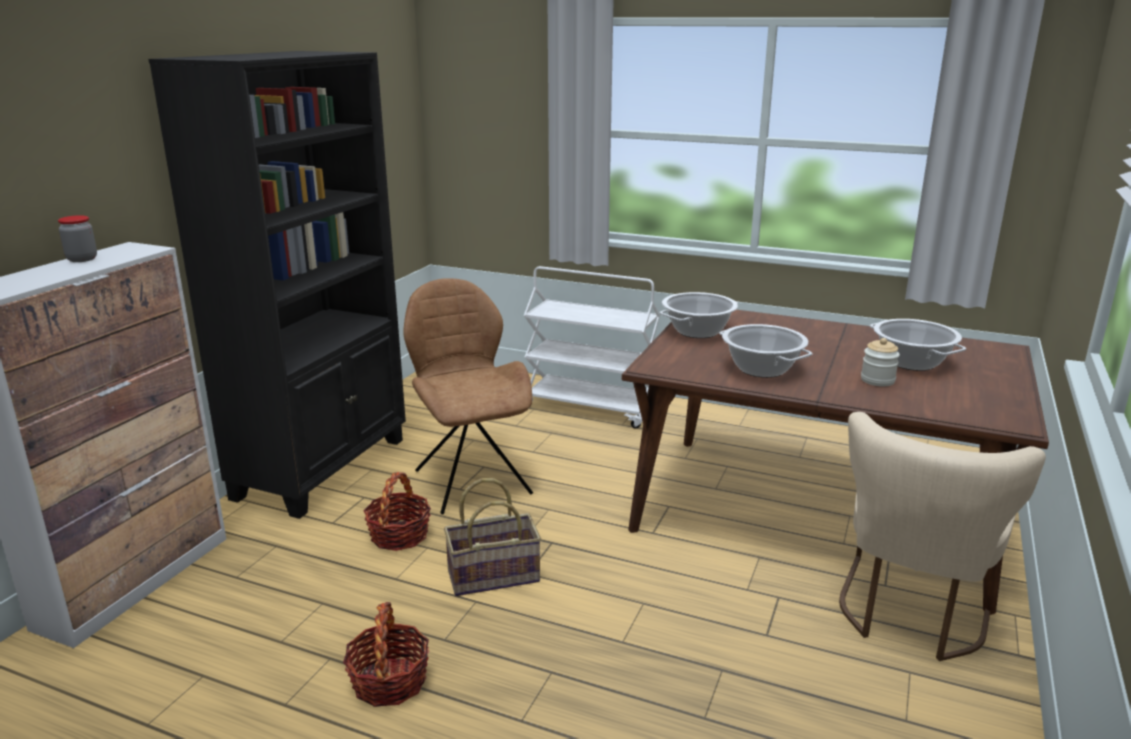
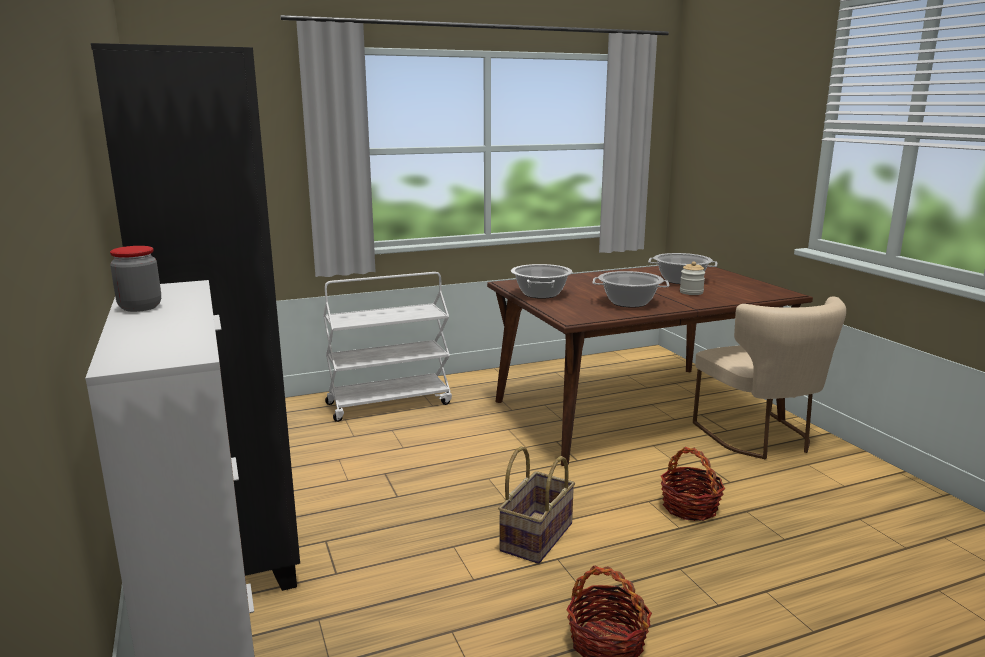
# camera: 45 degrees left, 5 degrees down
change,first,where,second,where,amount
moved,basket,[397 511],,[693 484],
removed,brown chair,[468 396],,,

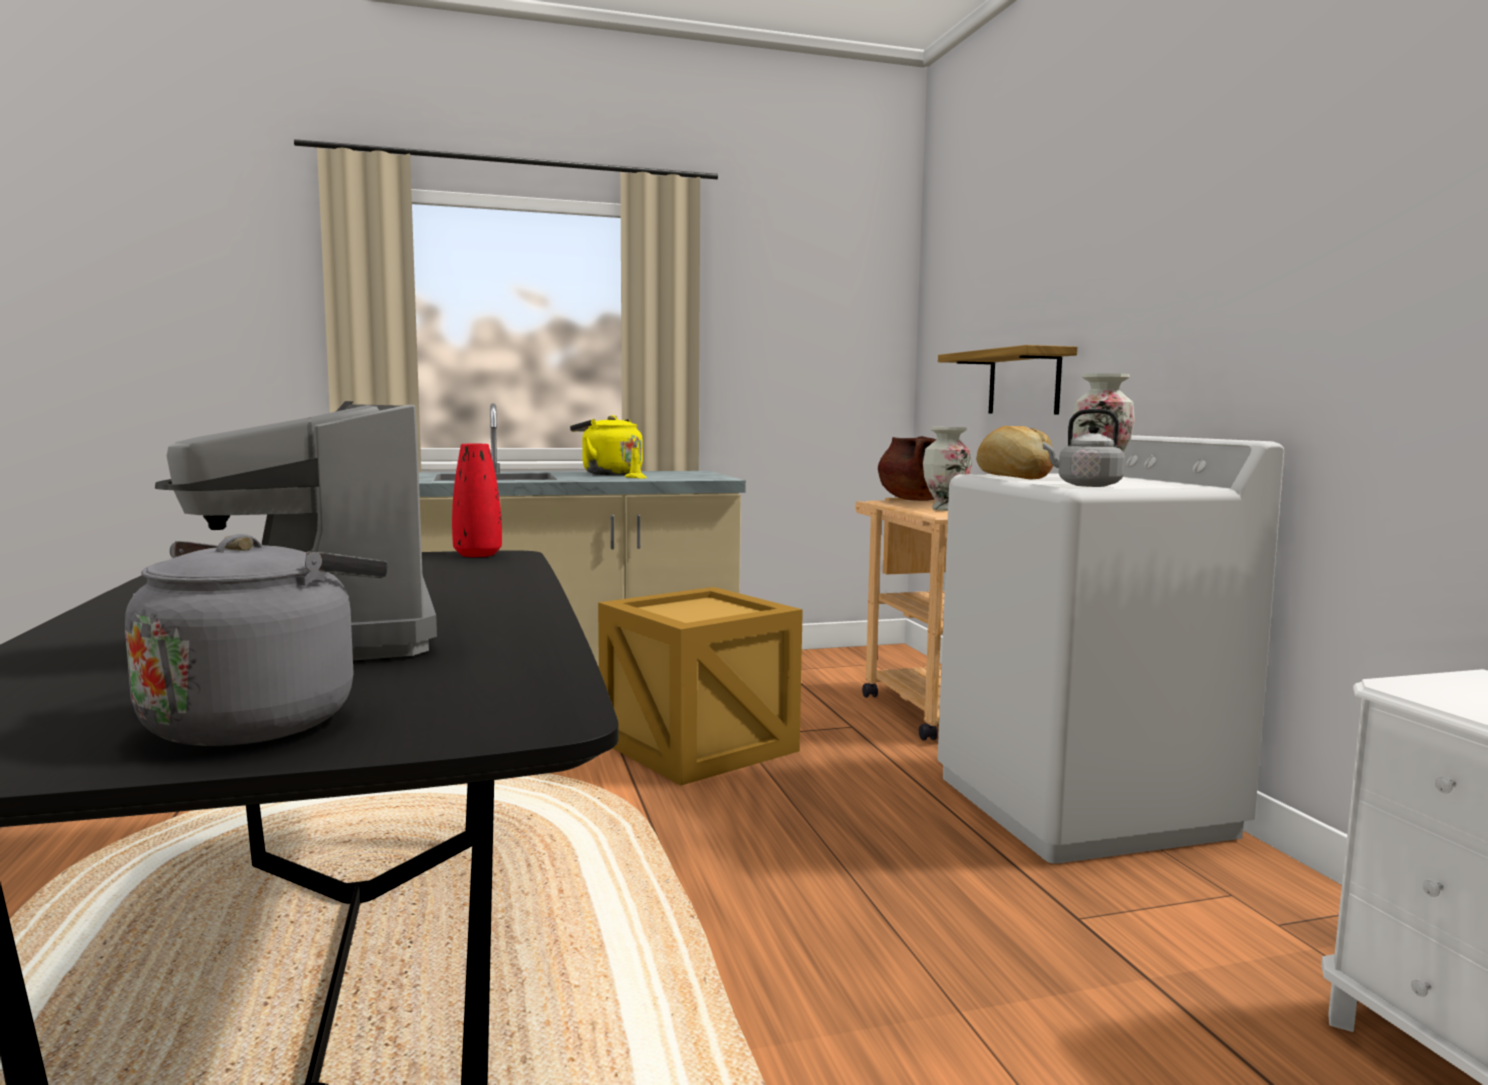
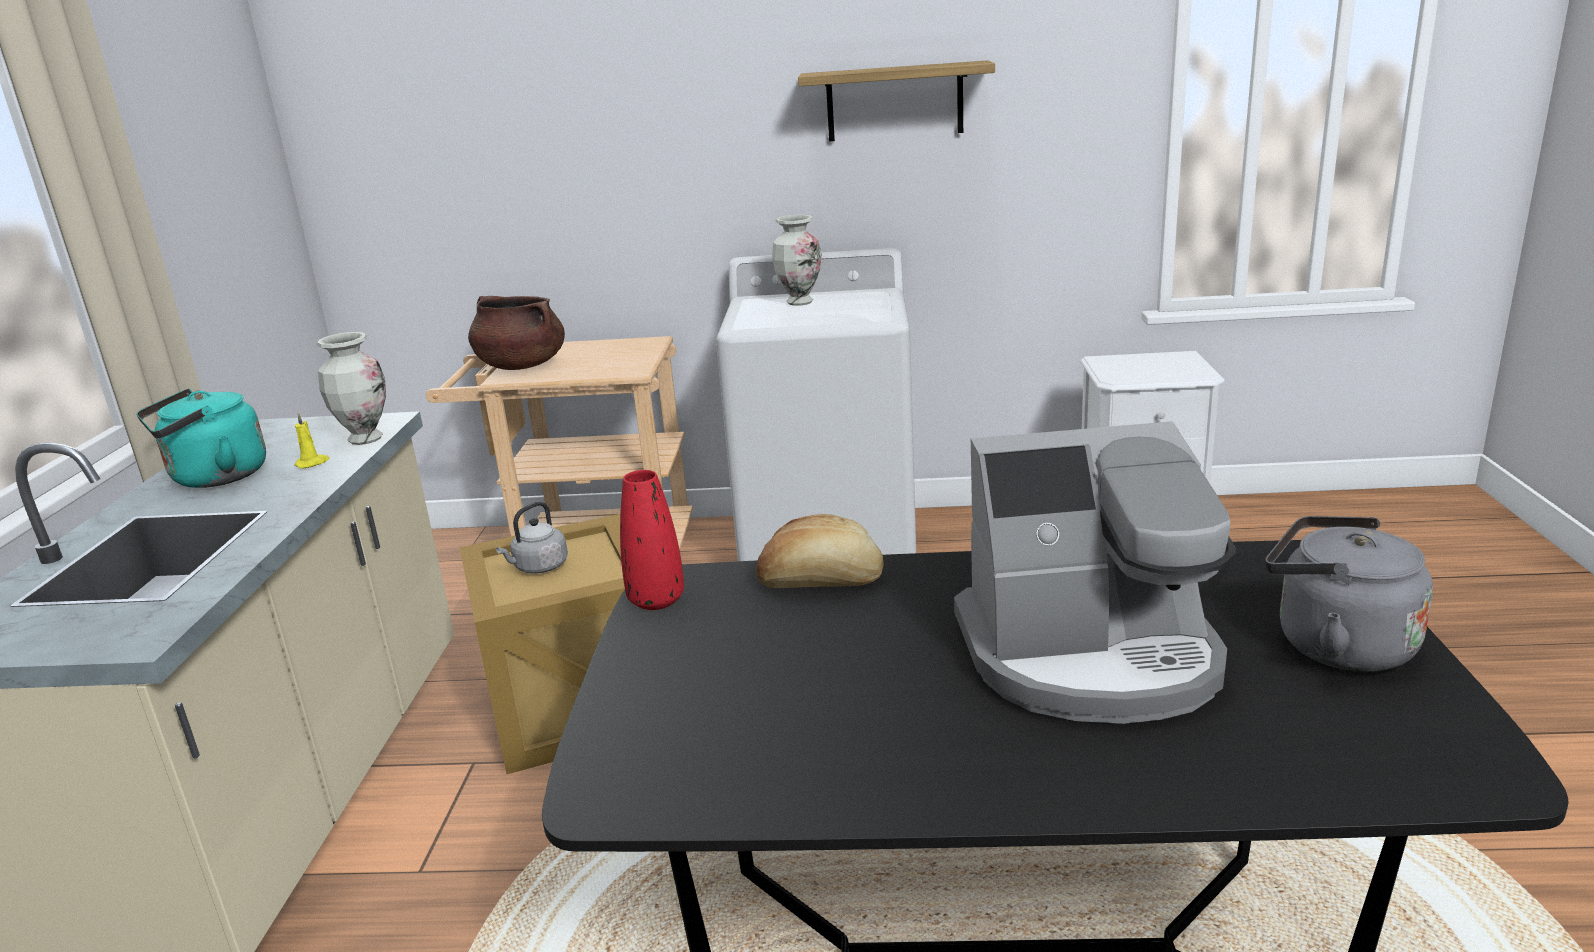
# camera: 70 degrees left, 15 degrees up
change,first,where,second,where,amount
recoloured,yellow kettle,[606 445],turquoise kettle,[201 438],
moved,vase,[947 469],,[351 388],
moved,grey kettle,[1084 448],,[532 537],
moved,bread,[1014 453],,[820 551],
moved,shelf,[1007 379],,[896 101],

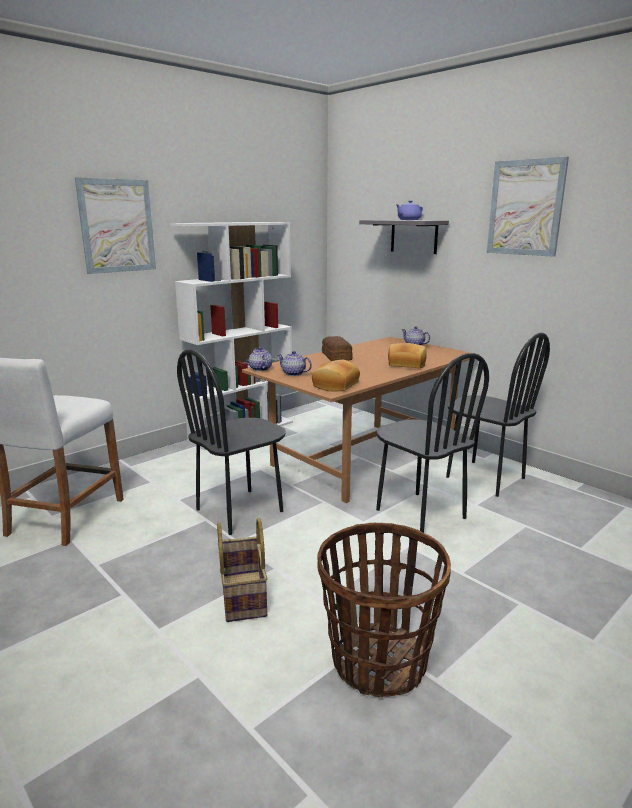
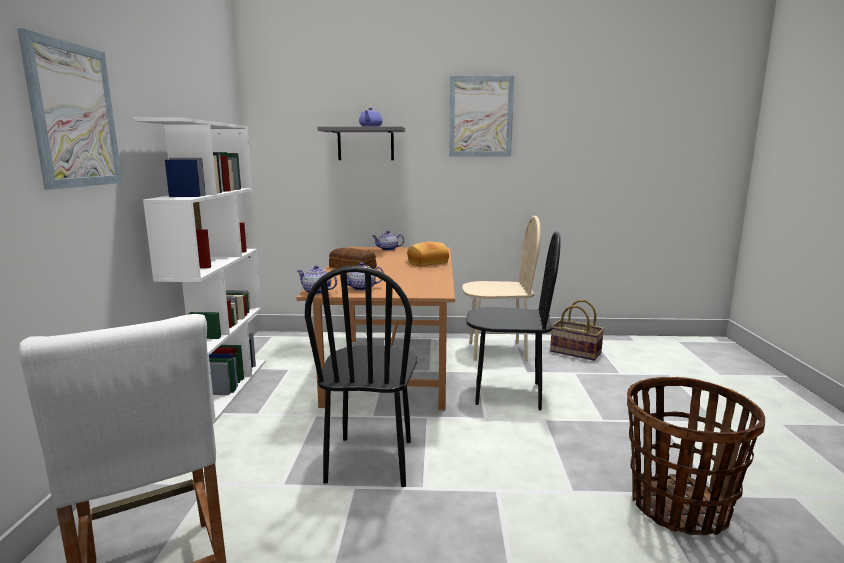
# camera: 45 degrees left, 5 degrees down
change,first,where,second,where,amount
recoloured,black chair,[498 415],beige chair,[501 288],
moved,basket,[242 570],,[577 330],
removed,bread,[336 375],,,

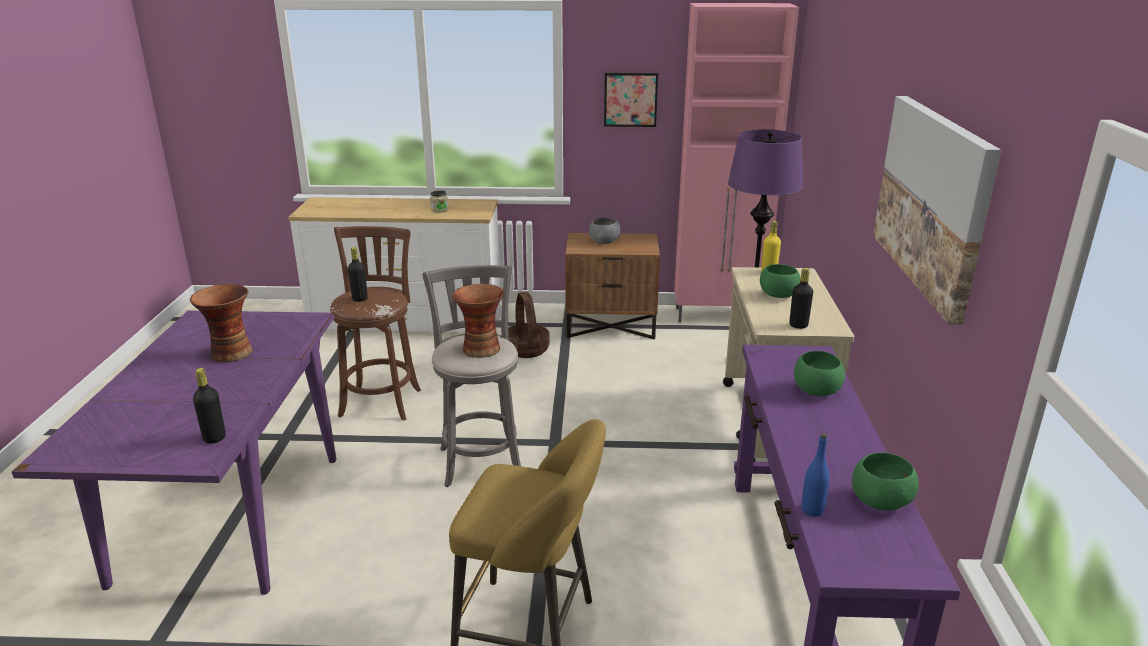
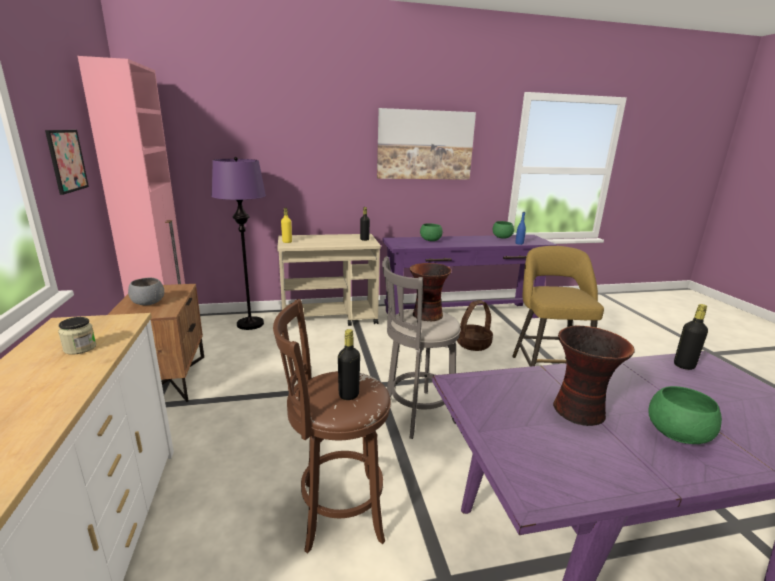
# camera: 105 degrees left, 5 degrees down
change,first,where,second,where,amount
moved,basket,[529 325],,[475 325],
moved,green bowl,[780 281],,[685 415],

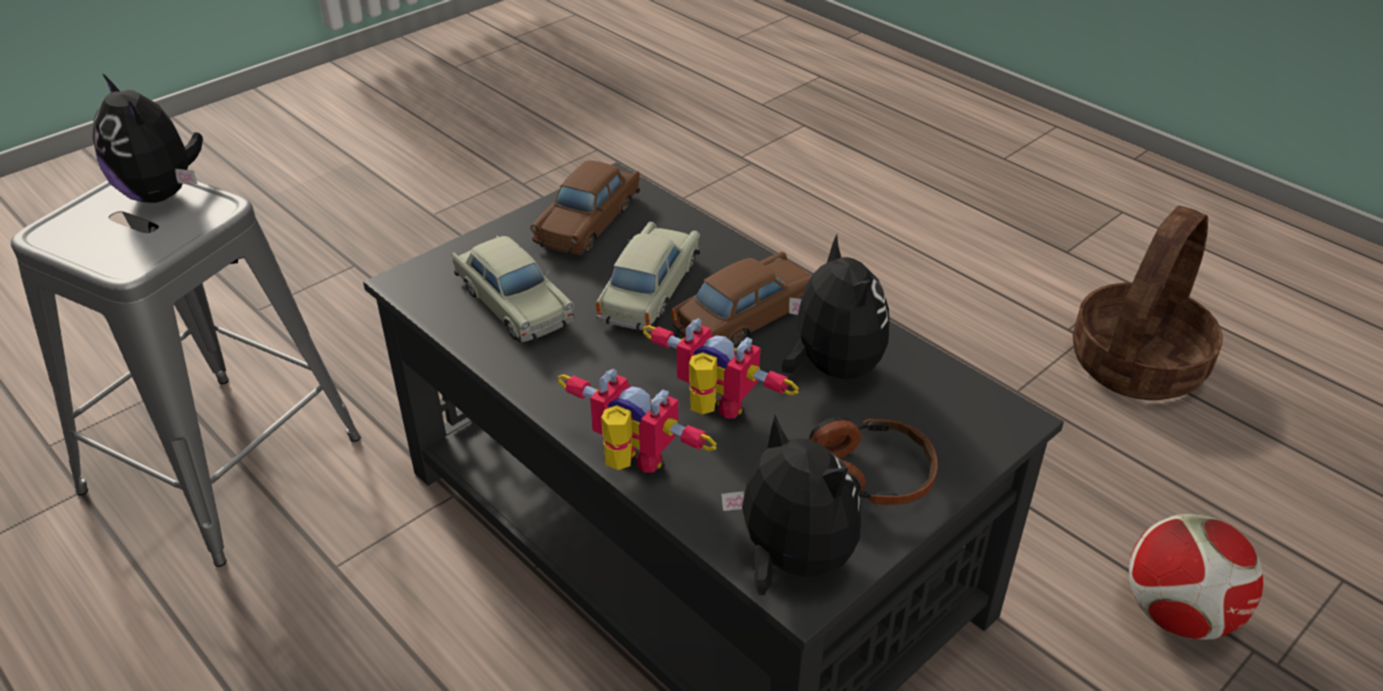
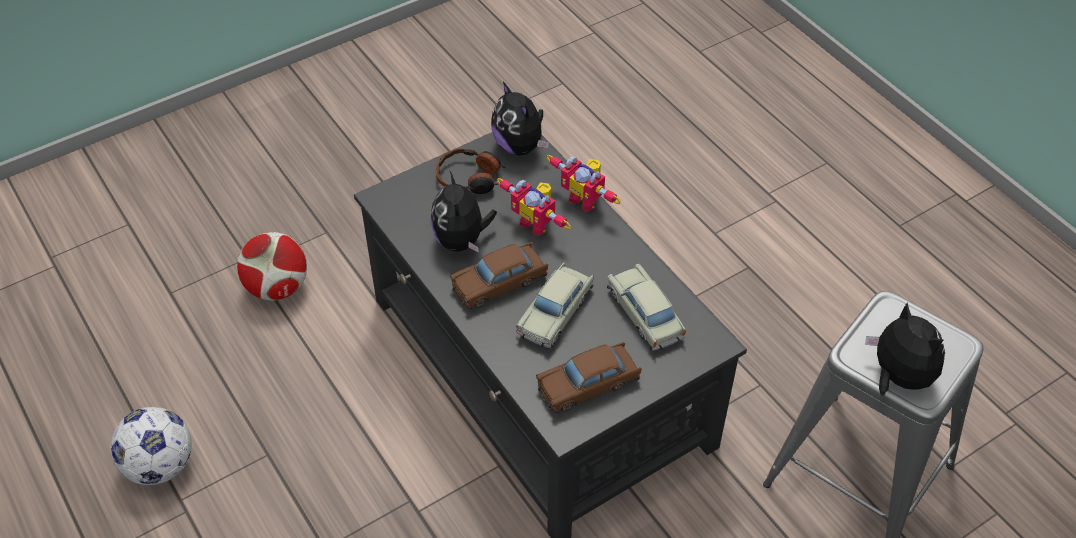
# camera: 170 degrees left, 10 degrees up
change,first,where,second,where,amount
replaced,basket,[1148 302],football,[151 446],
turned,brown toy car,[585 207],,[589 377],150 degrees counterclockwise

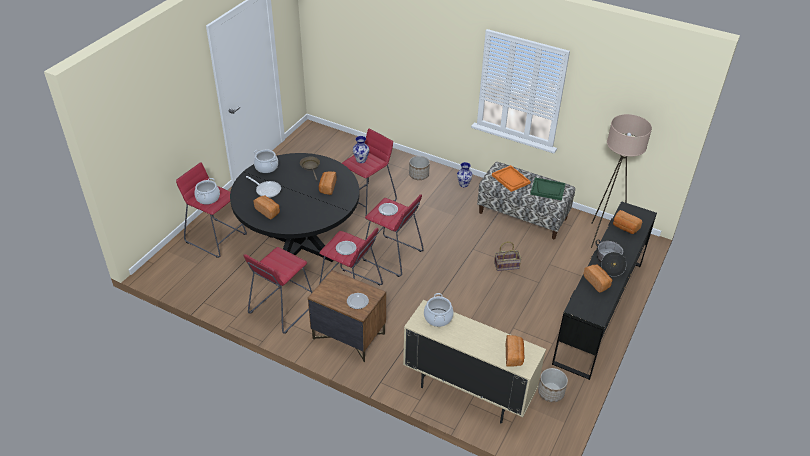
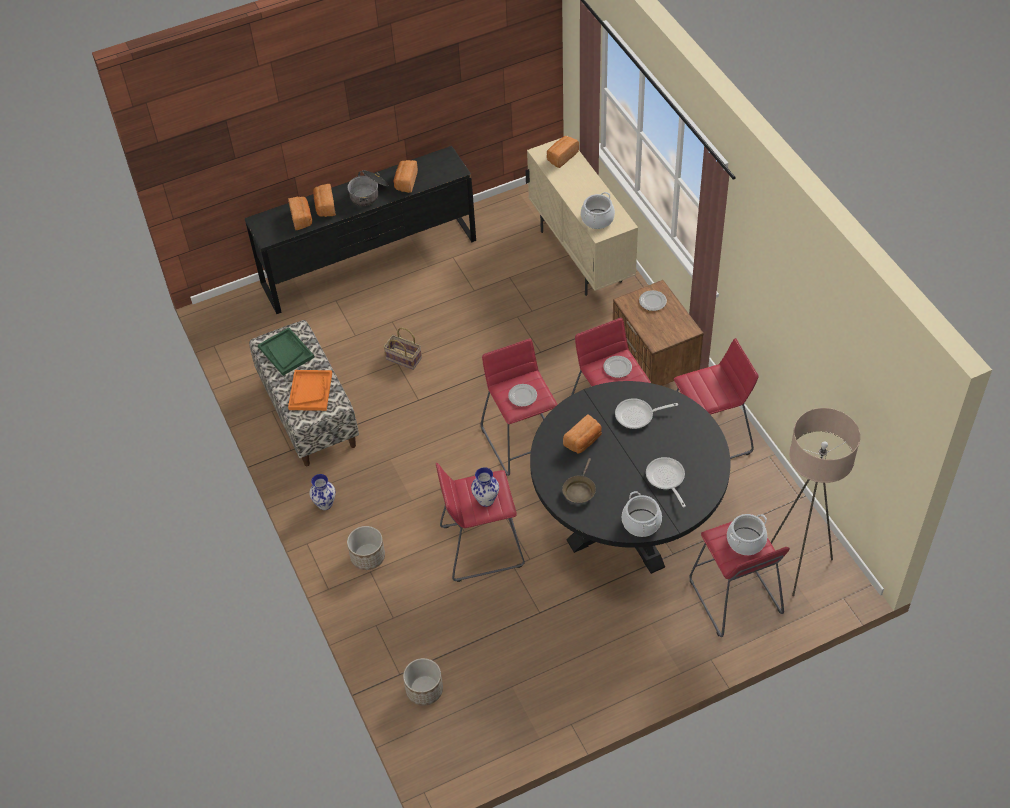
# camera: 140 degrees left, 10 degrees up
change,first,where,second,where,amount
moved,bread,[267 207],,[324 200],
moved,planter,[553 385],,[423 682],
added,,,frying pan,[646 413],
moved,beige floor lamp,[621 181],,[815 502],

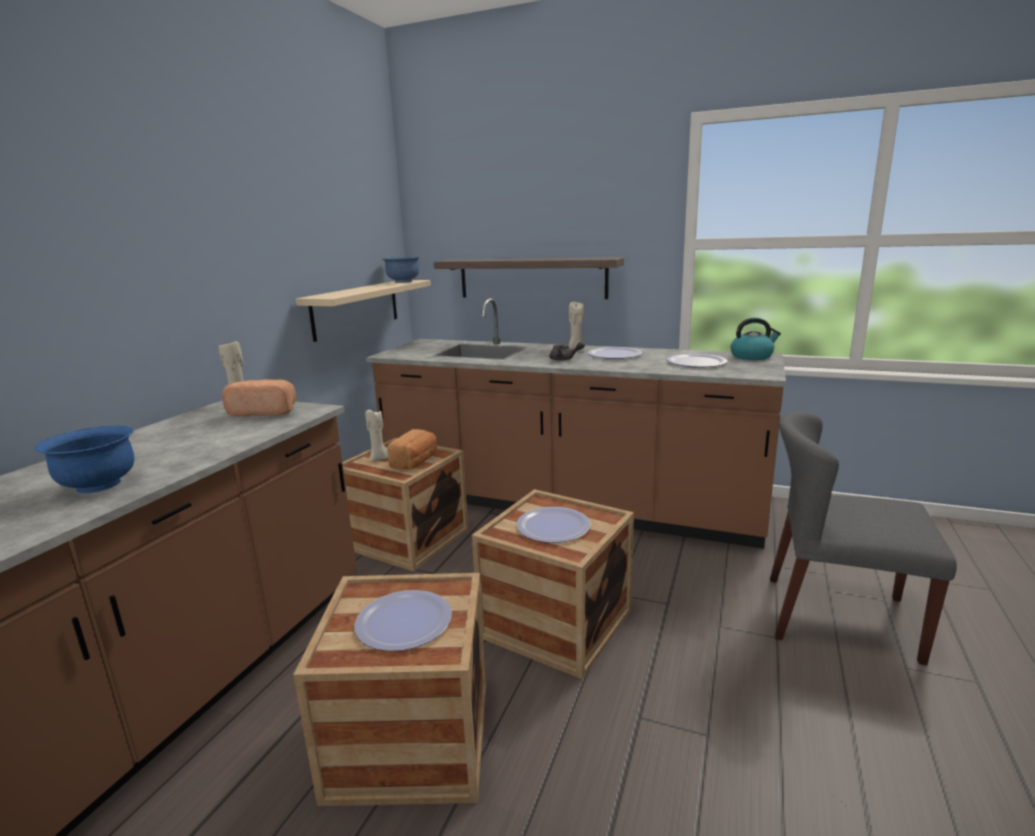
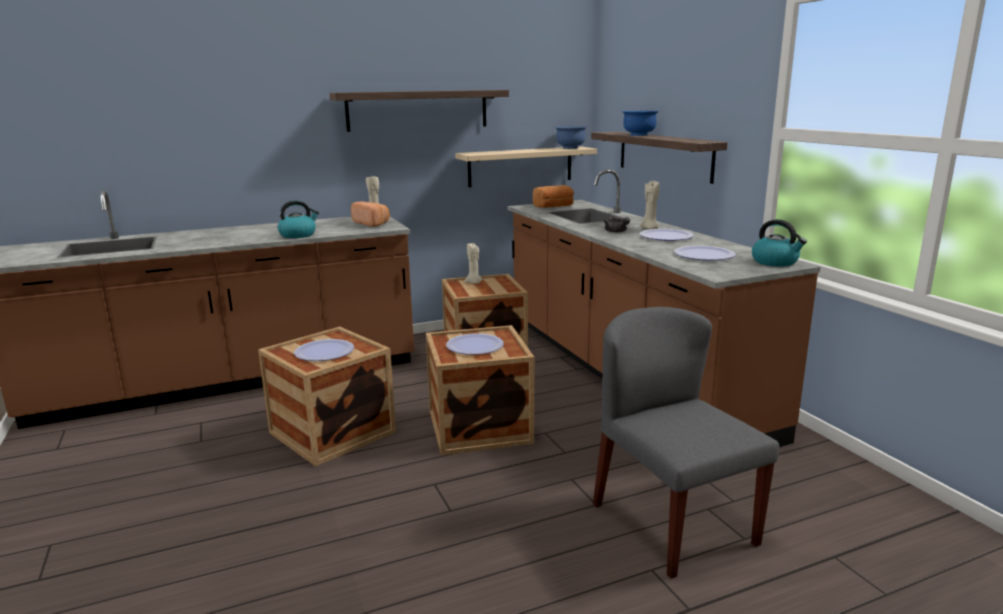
# camera: 45 degrees right, 0 degrees up
change,first,where,second,where,amount
added,,,kettle,[298 219],
added,,,shelf,[419 111],
moved,bread,[412 449],,[553 196],
moved,blue bowl,[84 460],,[640 123],

